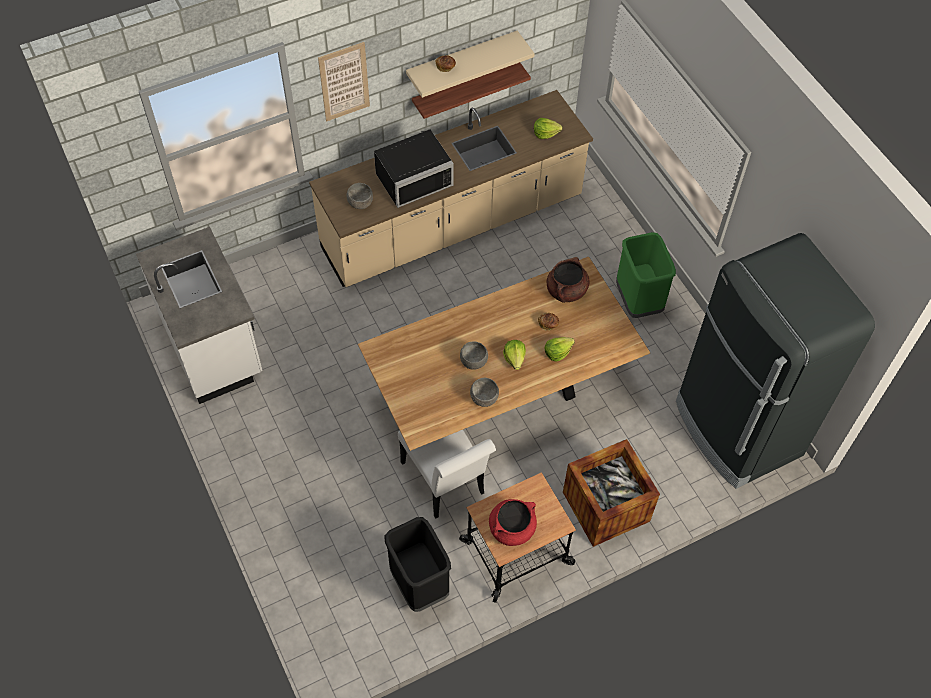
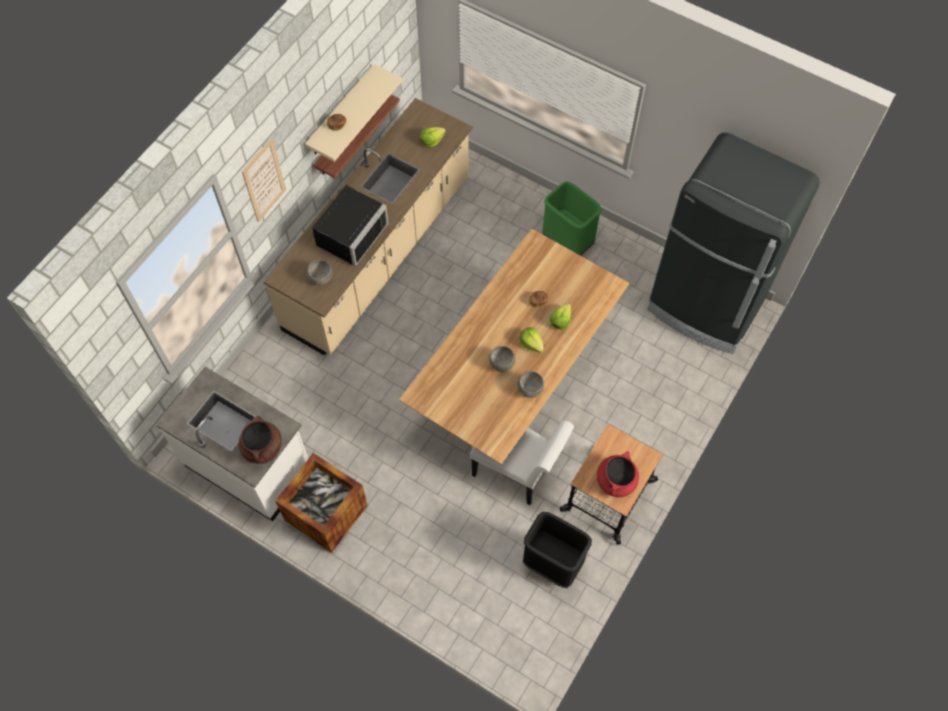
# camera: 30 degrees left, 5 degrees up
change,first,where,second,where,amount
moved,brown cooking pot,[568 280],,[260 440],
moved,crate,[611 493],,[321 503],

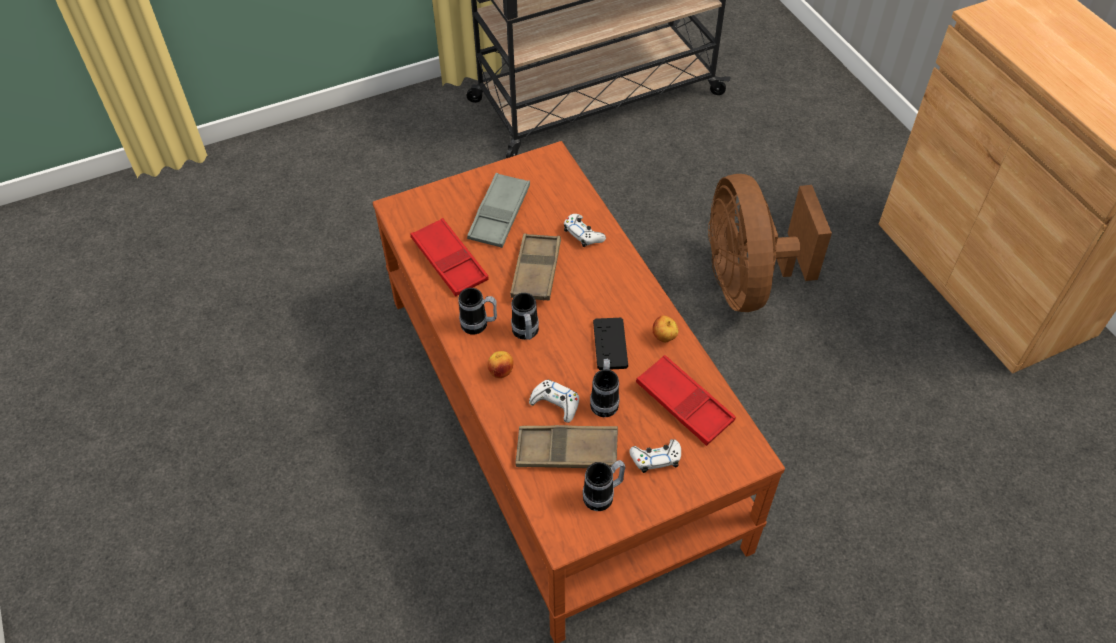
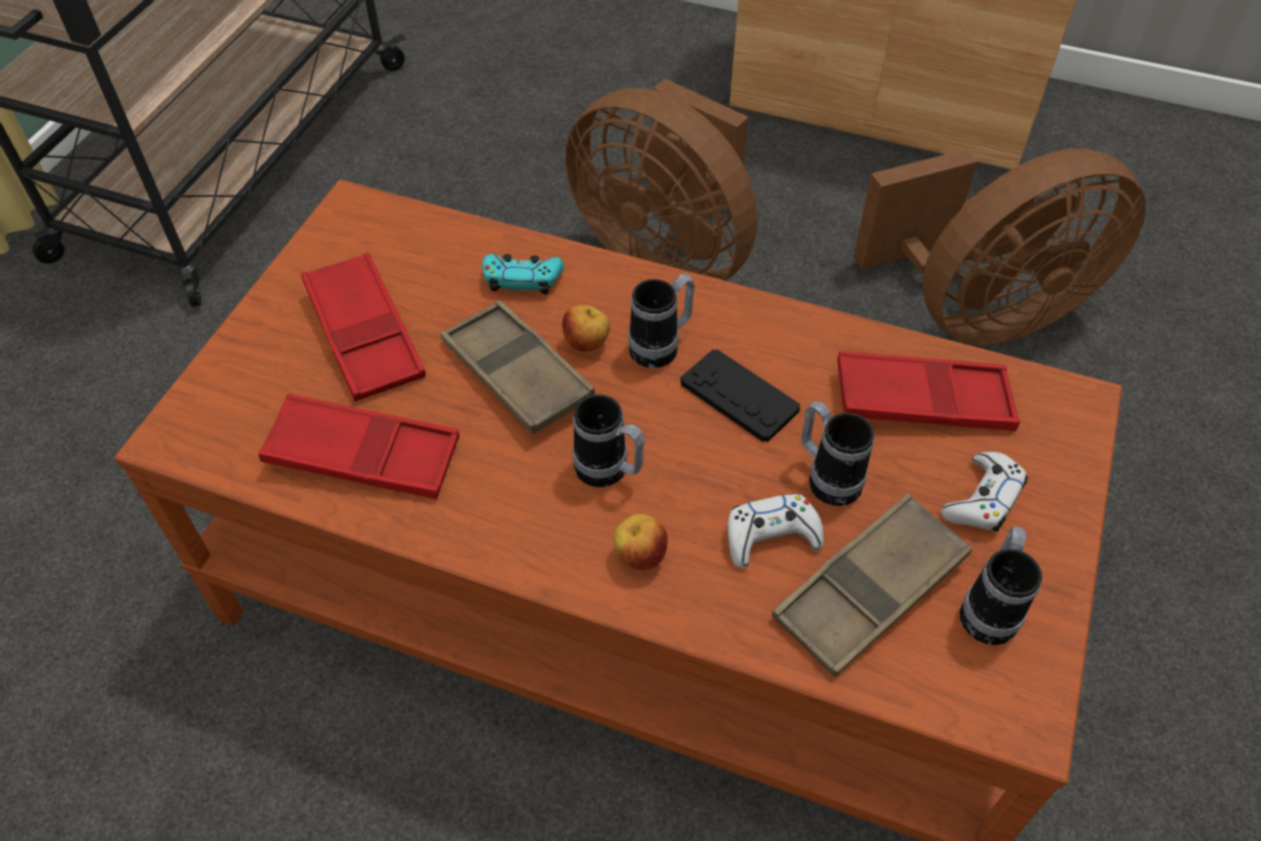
# camera: 45 degrees left, 0 degrees up
change,first,where,second,where,amount
recoloured,grey tray,[498 210],red tray,[363 327],
recoloured,white game controller,[585 230],turquoise game controller,[523 274],
moved,apple,[665 328],,[586 328],
moved,mug,[477 311],,[661 321],
added,,,brown fan,[999 247],

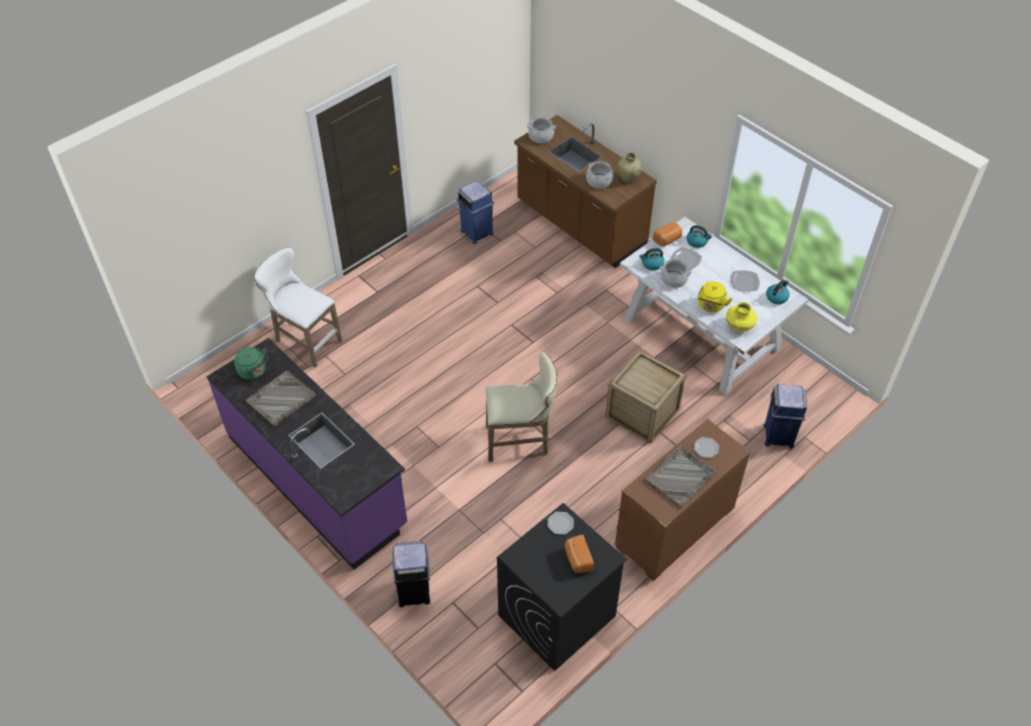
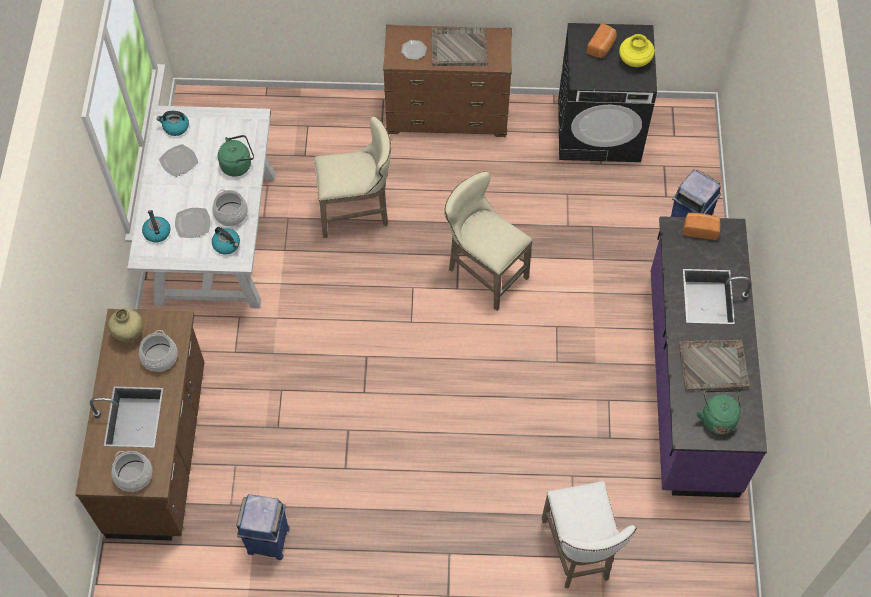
# camera: 135 degrees left, 10 degrees up
change,first,where,second,where,amount
recoloured,yellow kettle,[715 297],green kettle,[236 156],
replaced,crate,[645 396],beige stool,[352 177],
moved,yellow vase,[741 317],,[637 50],
moved,bread,[667 233],,[701 226],
removed,plate,[560 523],,,
removed,blue trash can,[785 416],,,

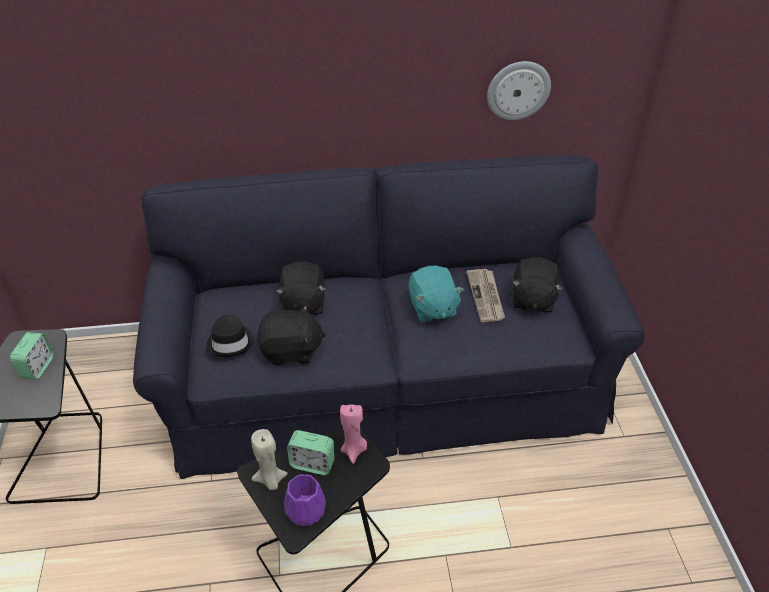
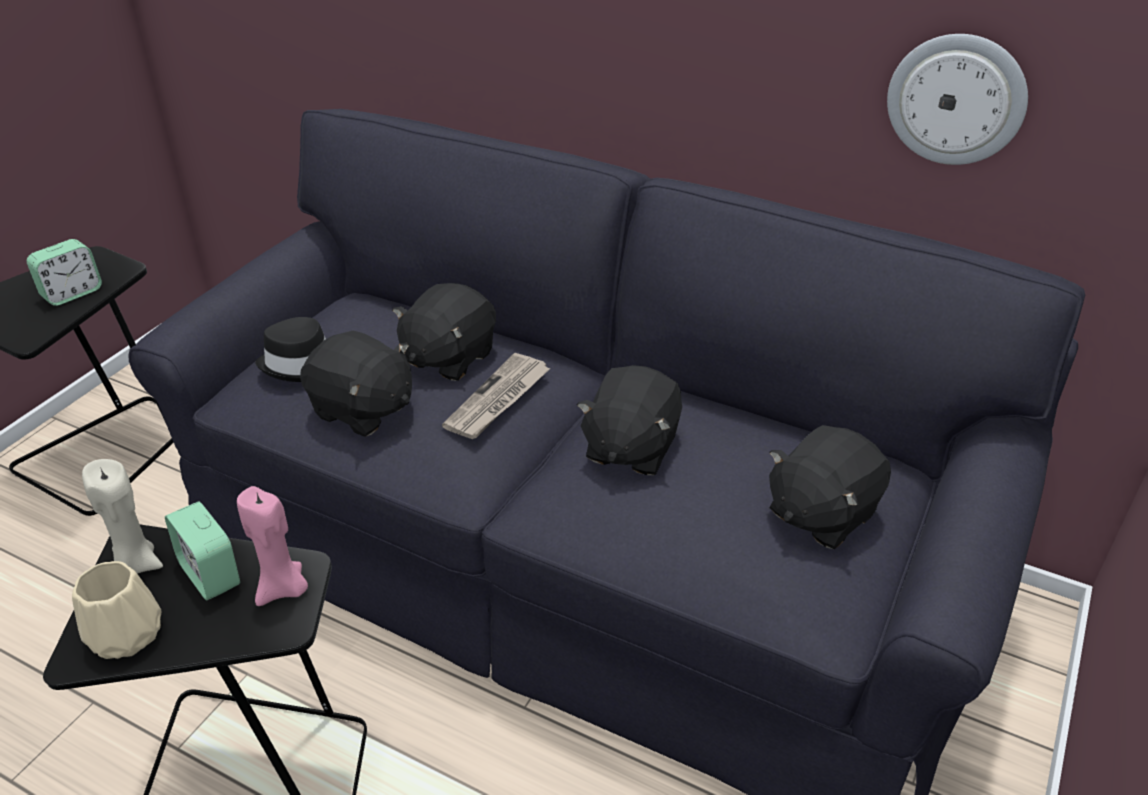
# camera: 35 degrees right, 5 degrees down
change,first,where,second,where,amount
recoloured,purple vase,[305 500],beige vase,[116 610],
moved,newspaper,[486 295],,[496 396],
recoloured,turquoise plush toy,[436 294],black plush toy,[629 420],

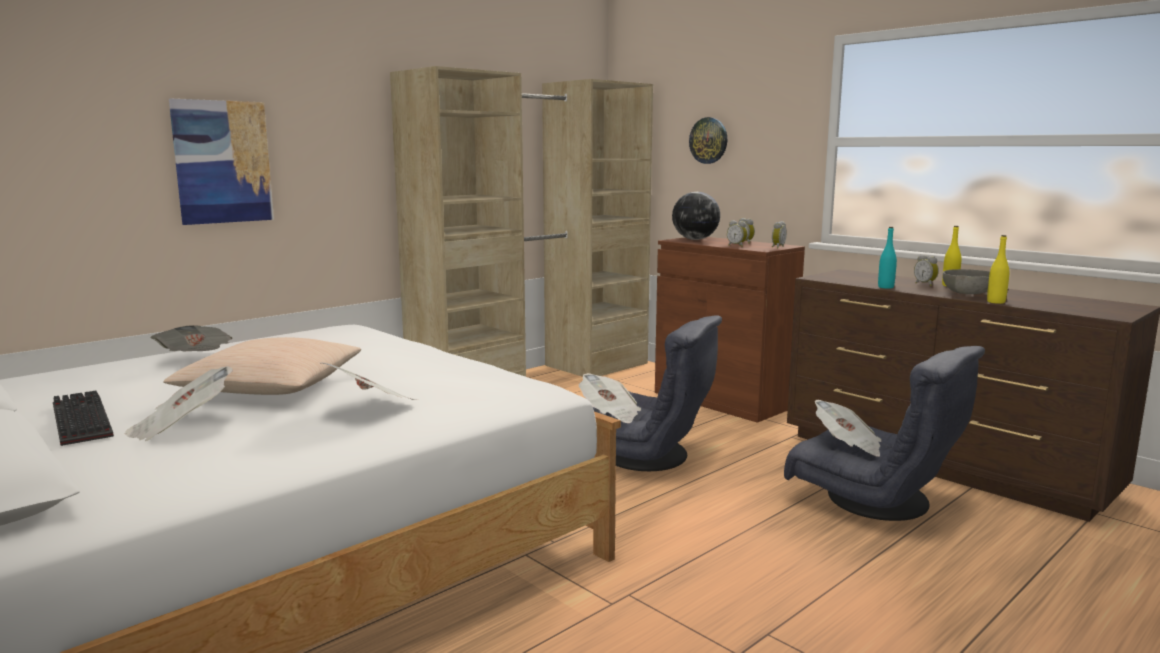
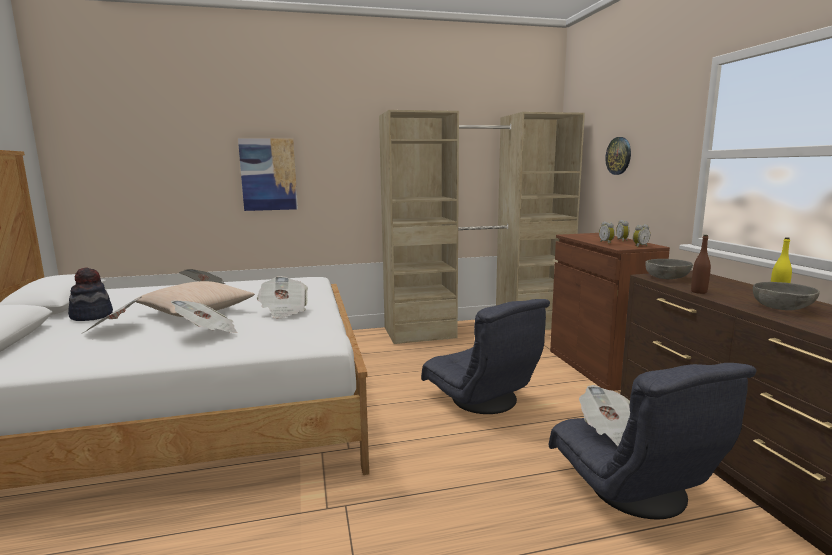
# camera: 30 degrees right, 0 degrees up
change,first,where,second,where,amount
replaced,keyboard,[83 418],hat,[90 294],
moved,newspaper,[610 398],,[282 297],
added,,,grey bowl,[669 269],
recoloured,turquoise bottle,[887 258],brown bottle,[701 264],
removed,globe,[696 216],,,
removed,alarm clock,[926 270],,,
removed,yellow bottle,[998 269],,,

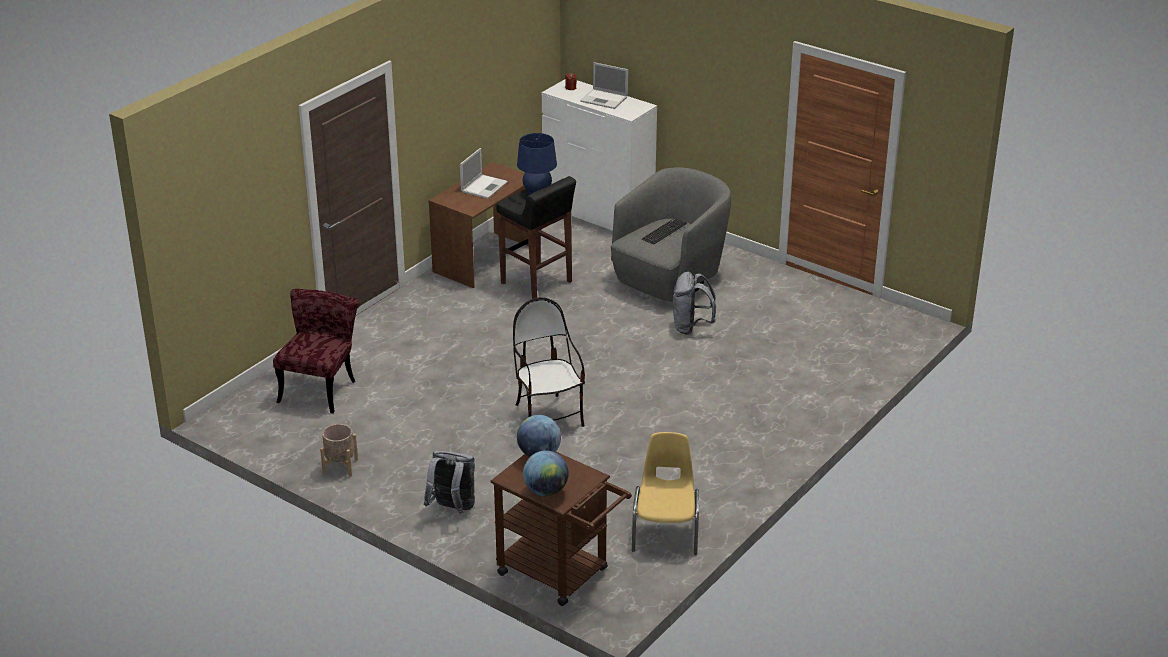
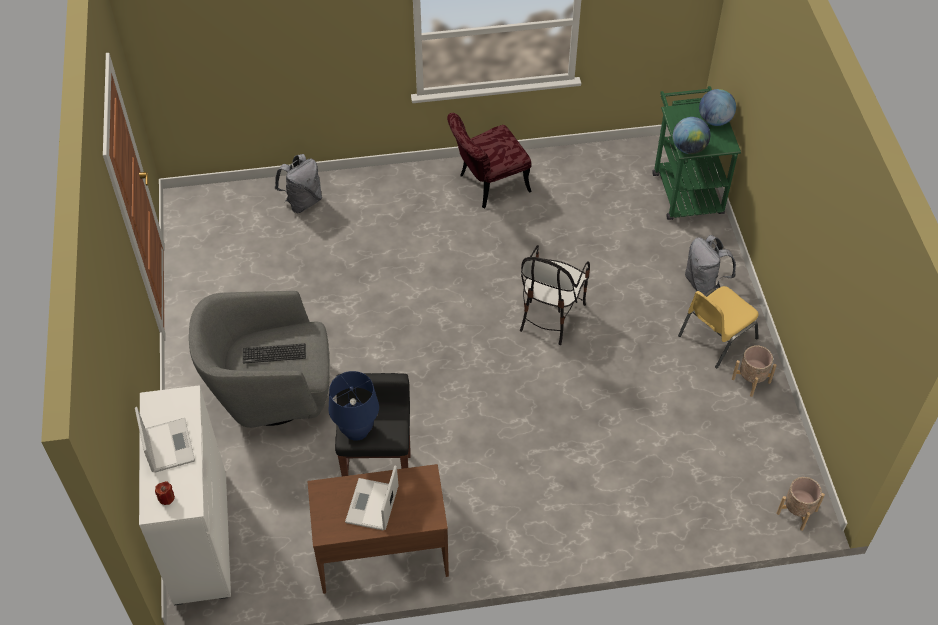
# camera: 135 degrees left, 20 degrees up
change,first,where,second,where,amount
moved,grey backpack,[694 303],,[298 183],
turned,laptop,[484 173],,[371 497],60 degrees counterclockwise
moved,red chair,[316 351],,[489 160],
recoloured,brown cart,[561 529],green cart,[696 153],
moved,yellow chair,[665 493],,[718 327],
added,,,beige planter,[800 504],

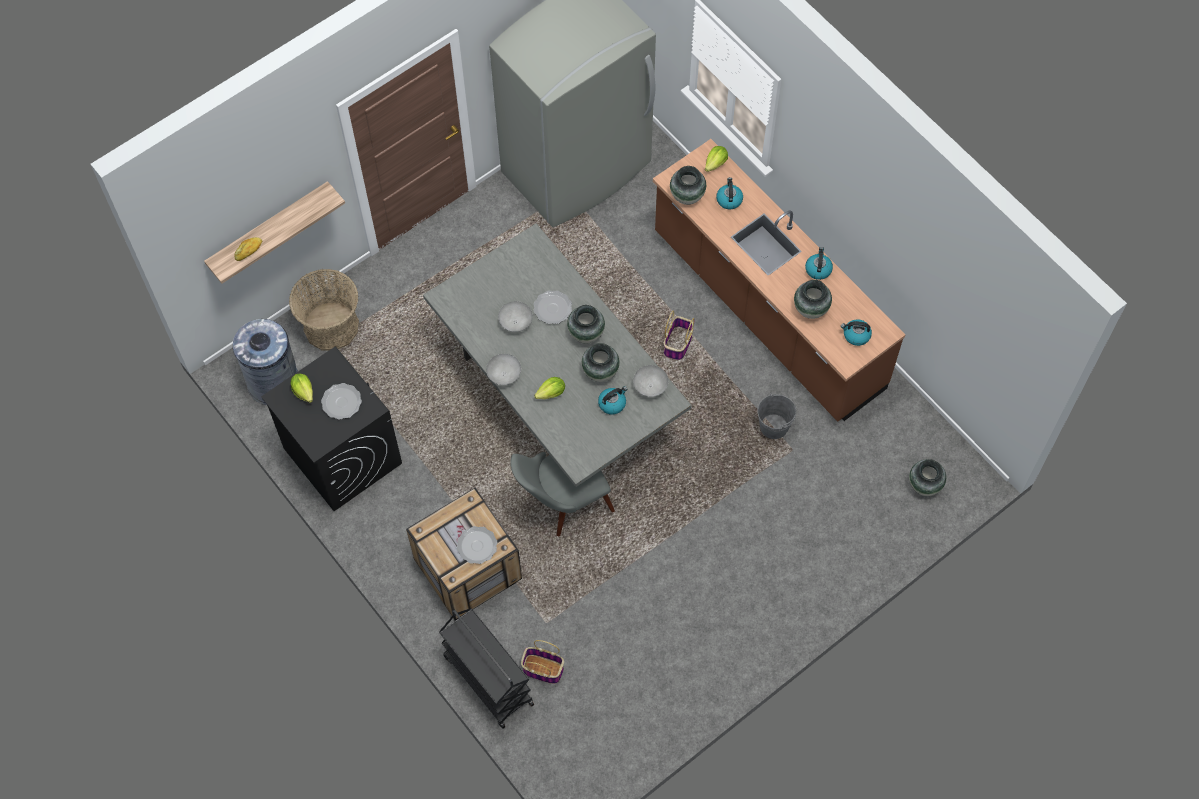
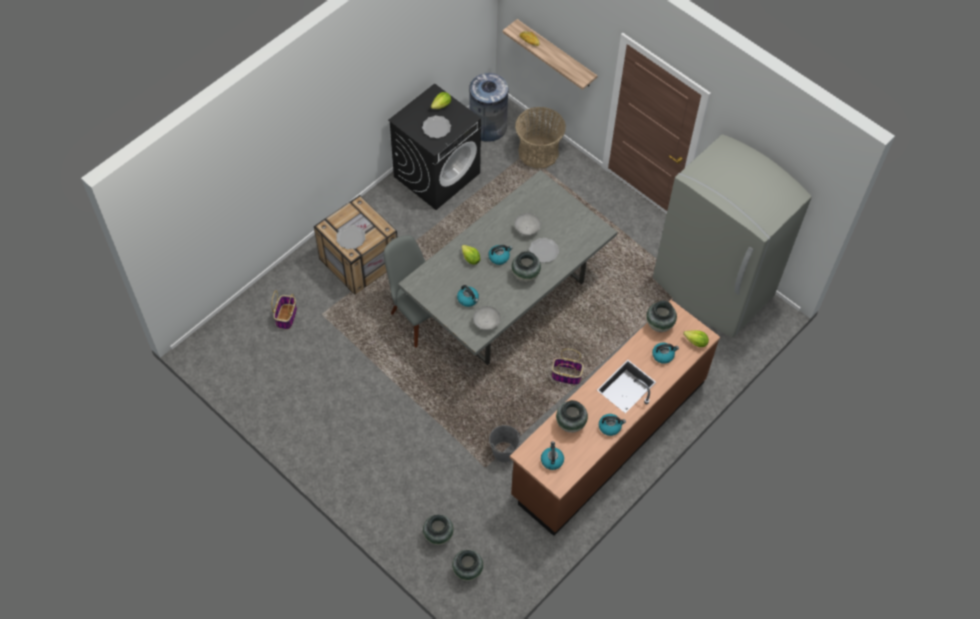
# camera: 80 degrees right, 5 degrees down
change,first,where,second,where,amount
moved,vase,[601 362],,[438 529],
added,,,kettle,[500 255],
removed,black cart,[486 668],,,
removed,grey bowl,[503 369],,,

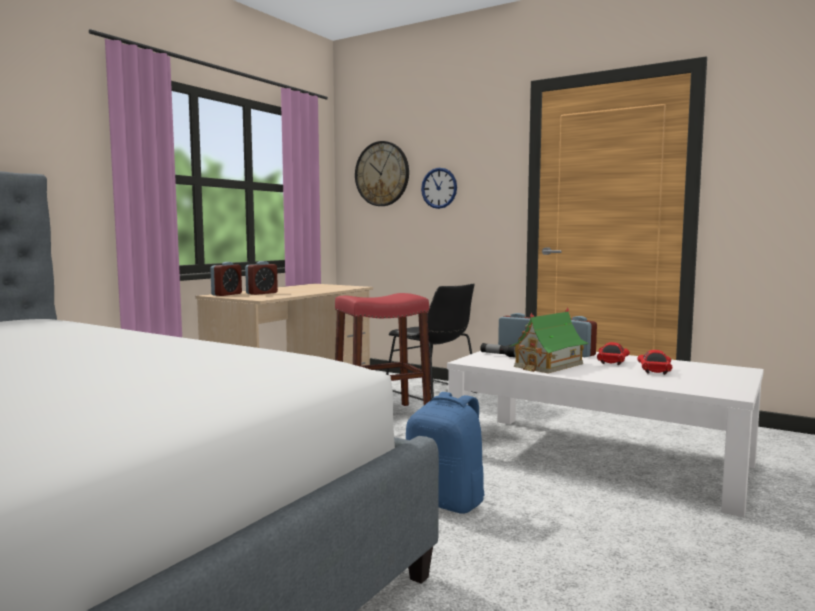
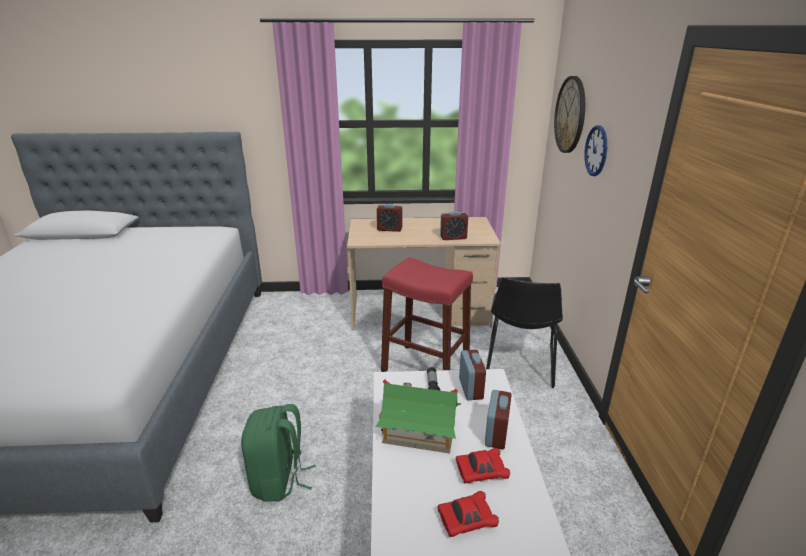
# camera: 55 degrees right, 20 degrees up
change,first,where,second,where,amount
recoloured,blue backpack,[445 453],green backpack,[278 453],
moved,alarm clock,[226 279],,[454 225],

